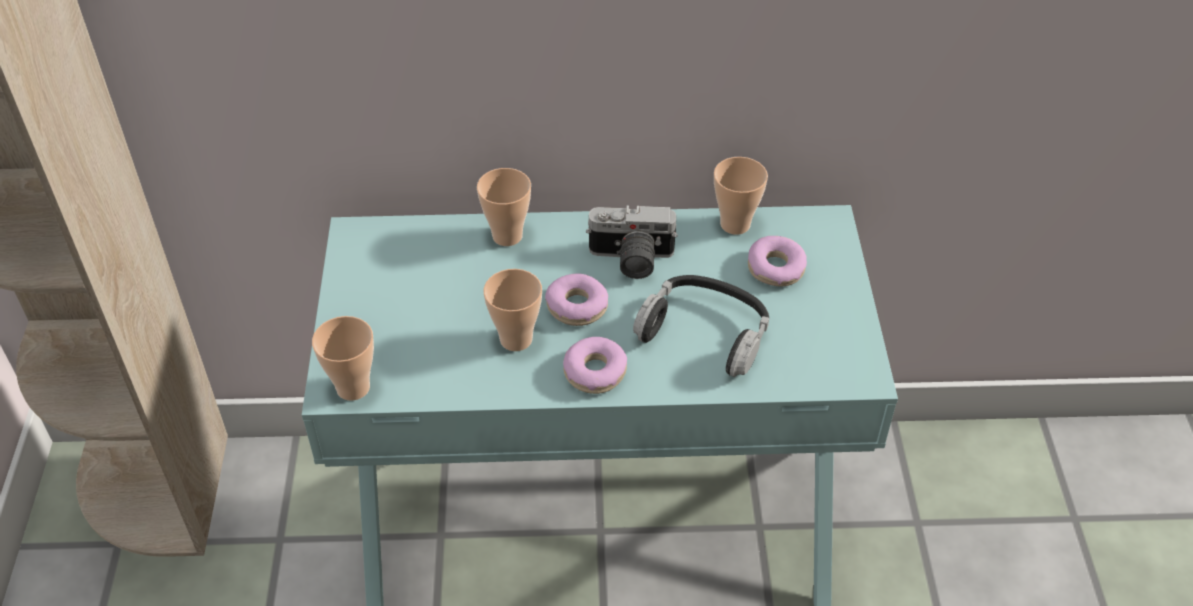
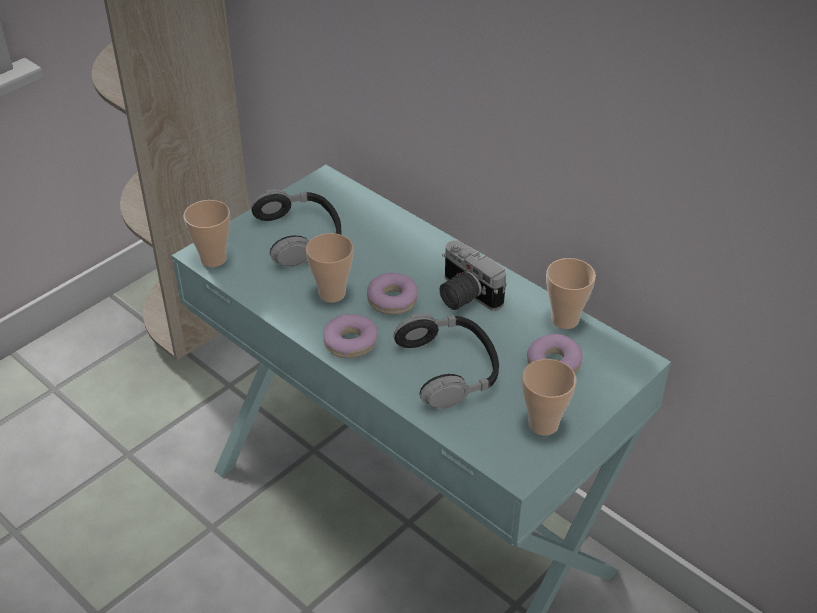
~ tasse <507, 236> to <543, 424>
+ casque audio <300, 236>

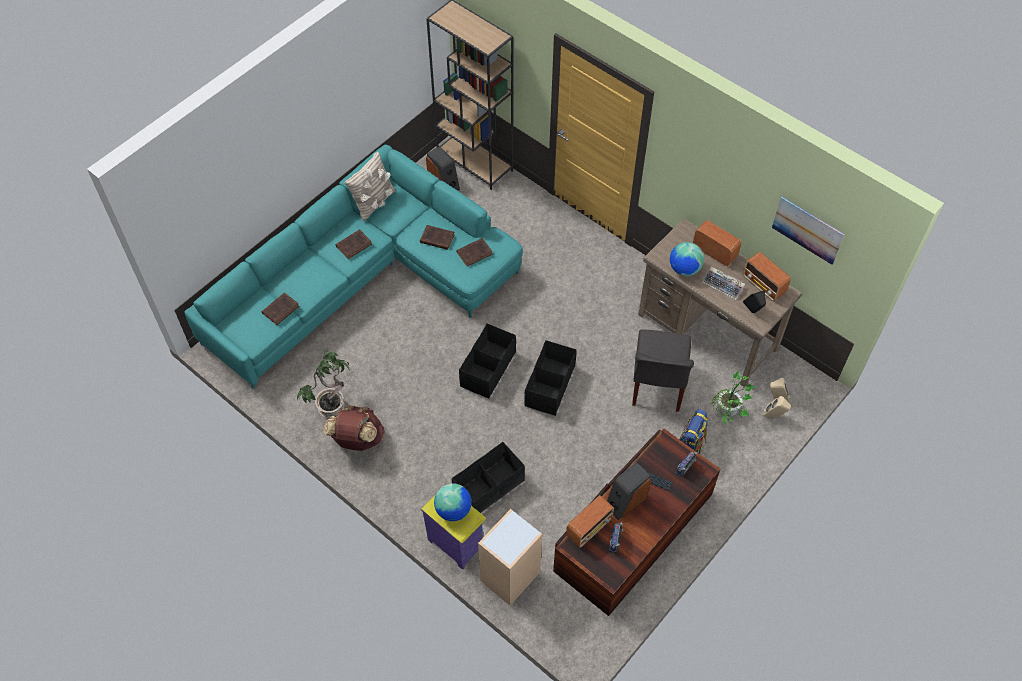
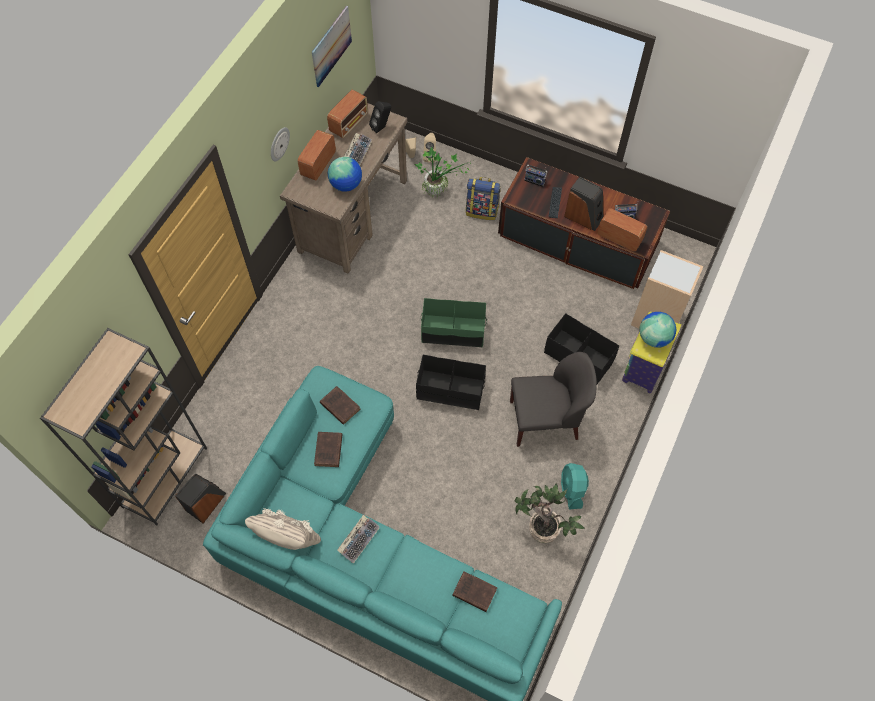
~ sac à dos [marron] <357, 440> to ventilateur [turquoise] <572, 489>
~ livre [marron] <354, 245> to clavier <359, 539>
~ boîte de rangement [noir] <549, 386> to boîte de rangement [vert] <453, 331>
~ chaise [gris] <657, 385> to <545, 420>
+ horloge murale <279, 143>

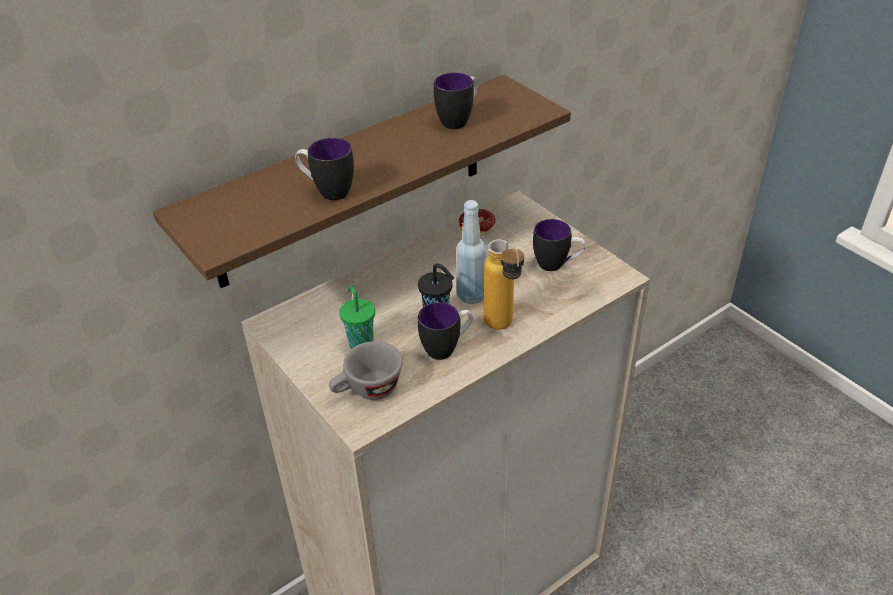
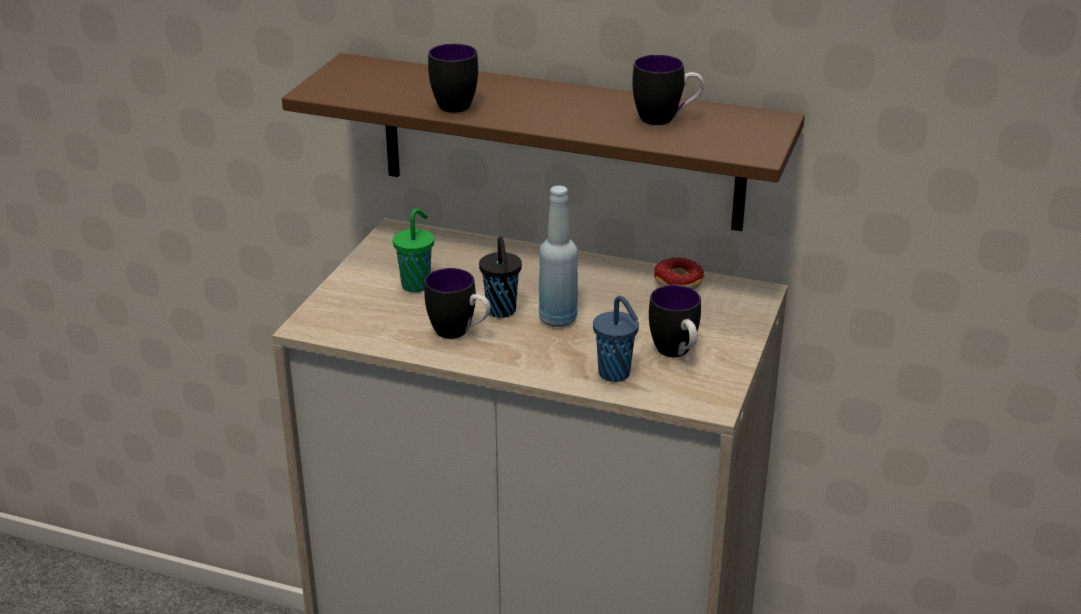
- tasse [gris] <367, 391>
- bouteille <503, 329>
+ tasse [bleu] <616, 374>

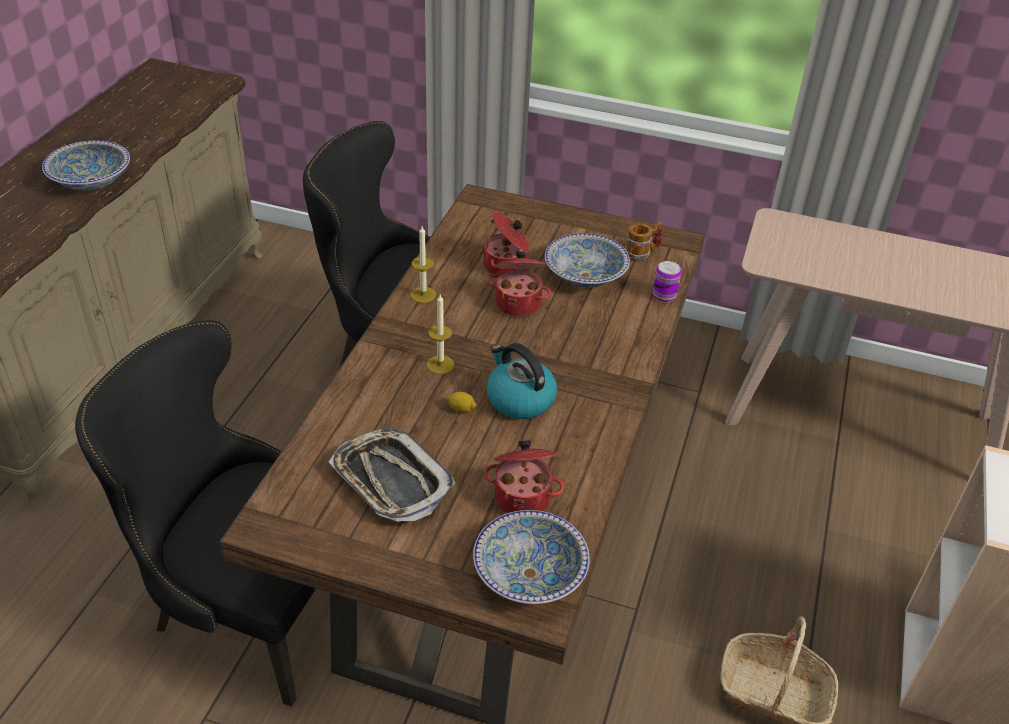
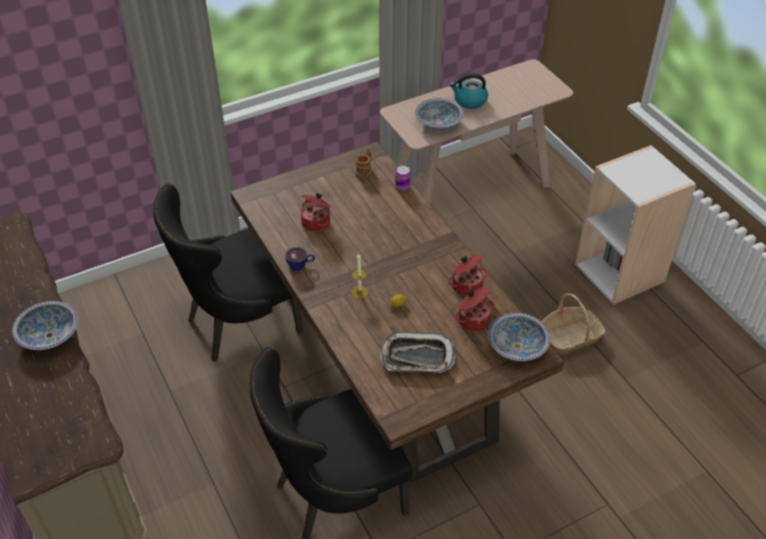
~ bougie <423, 295> to tasse <301, 265>
~ marmite <518, 302> to <466, 285>
~ bouilloire <519, 399> to <469, 101>
~ bol <585, 276> to <438, 123>

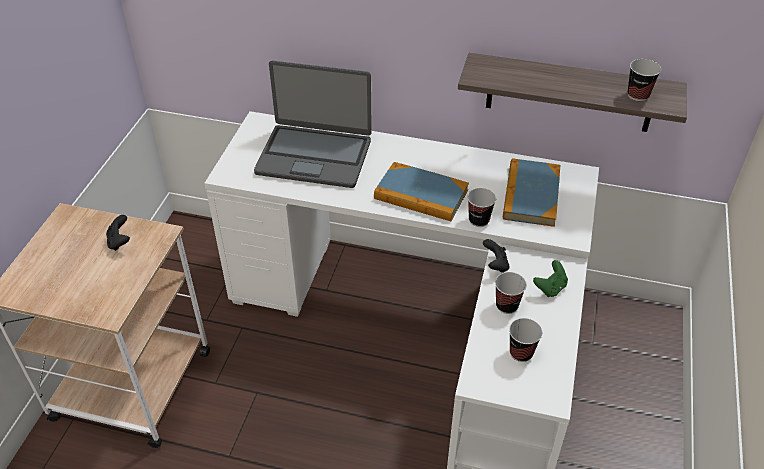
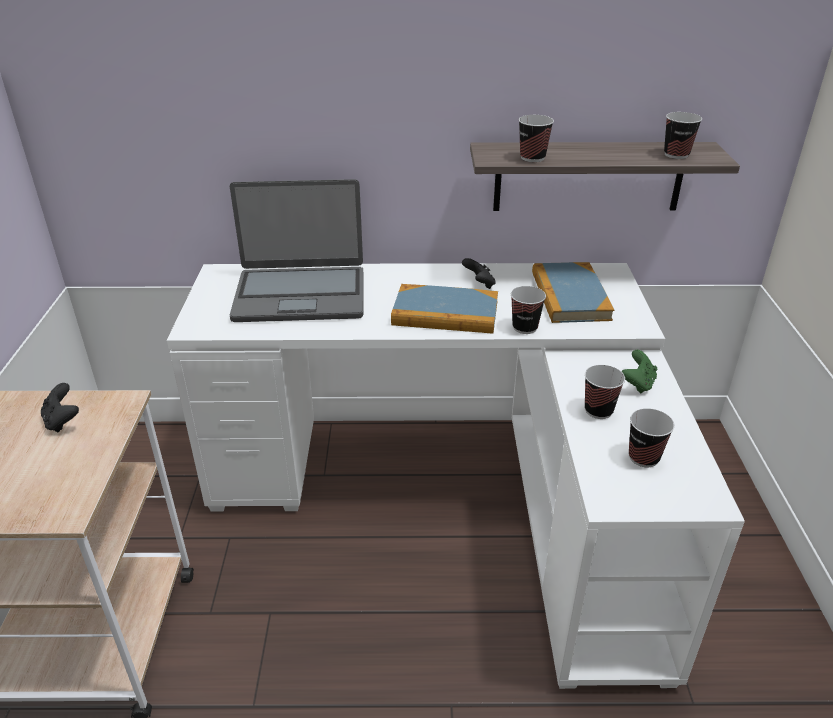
~ manette [noir] <495, 265> to <479, 284>
+ tasse <532, 158>

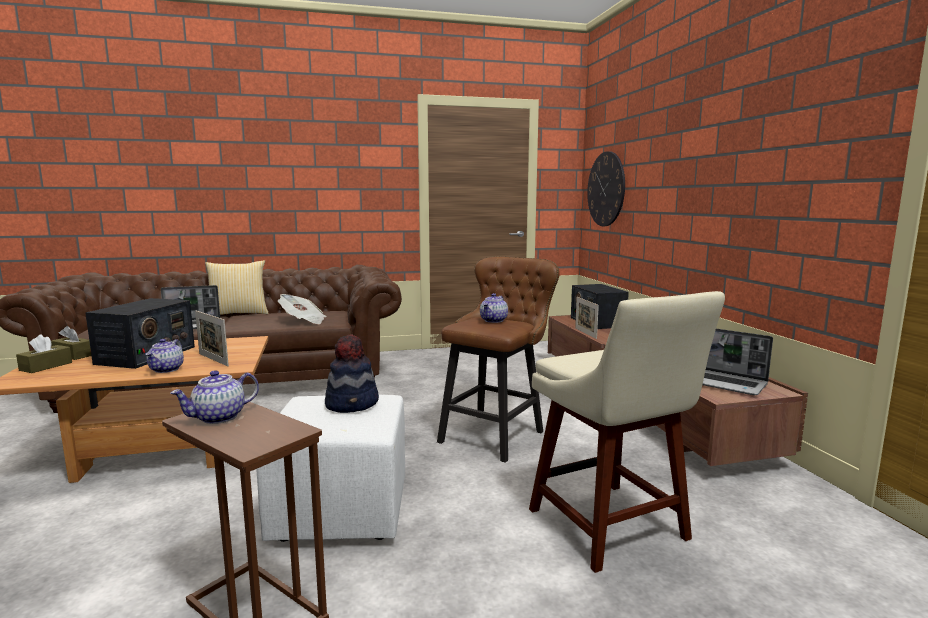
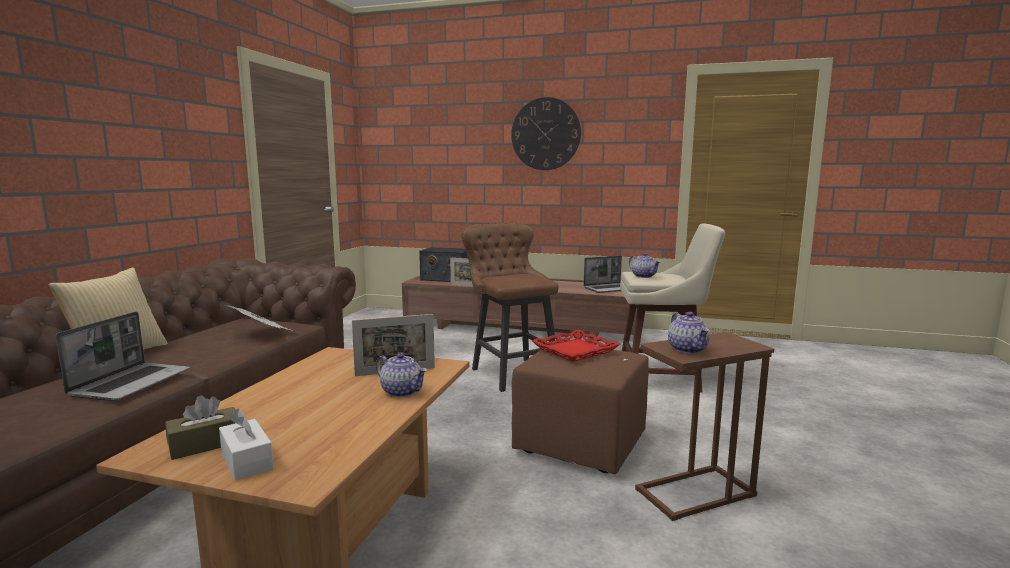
~ boîte à mouchoirs [marron] <46, 366> to boîte à mouchoirs [blanc] <247, 461>
- radio <146, 355>
~ pouf [blanc] <342, 512> to pouf [marron] <582, 444>
~ chapeau <353, 404> to plateau [rouge] <575, 350>
~ théière <494, 320> to <644, 276>
~ horloge murale <606, 189> to <545, 134>

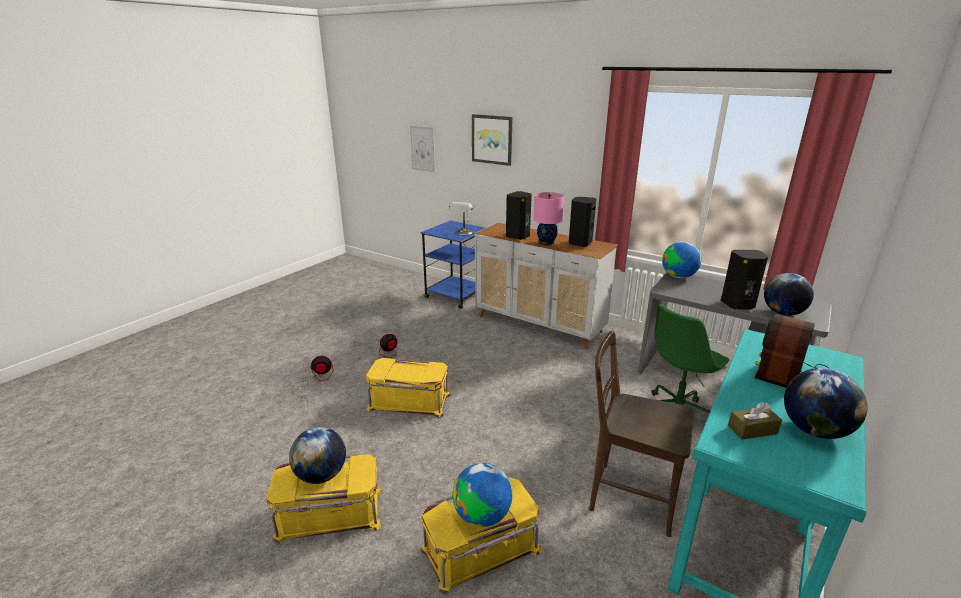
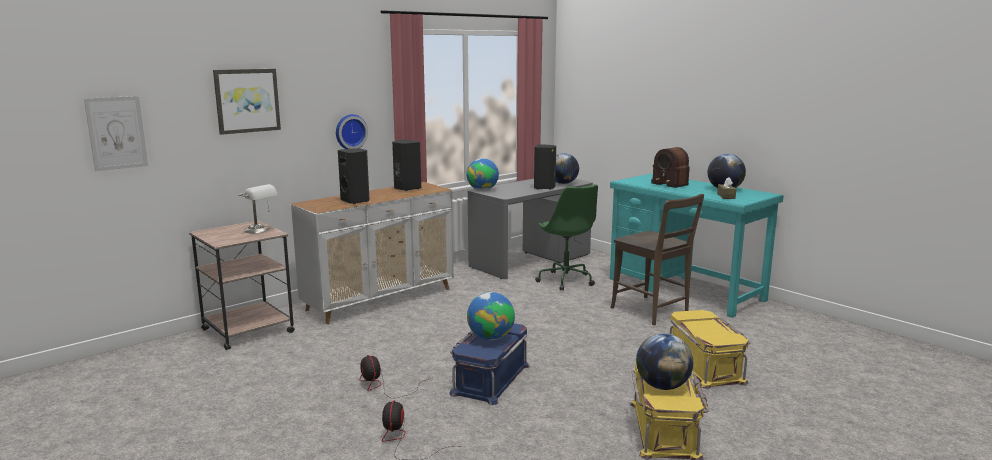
~ boîte de rangement [jaune] <410, 401> to boîte de rangement [bleu] <489, 379>
~ chariot [bleu] <457, 295> to chariot [marron] <249, 330>
~ globe <482, 516> to <491, 338>
- lampe de table [rose] <546, 242>
~ chaise [marron] <628, 495> = <652, 312> 75 degrees counterclockwise
+ horloge murale <350, 132>

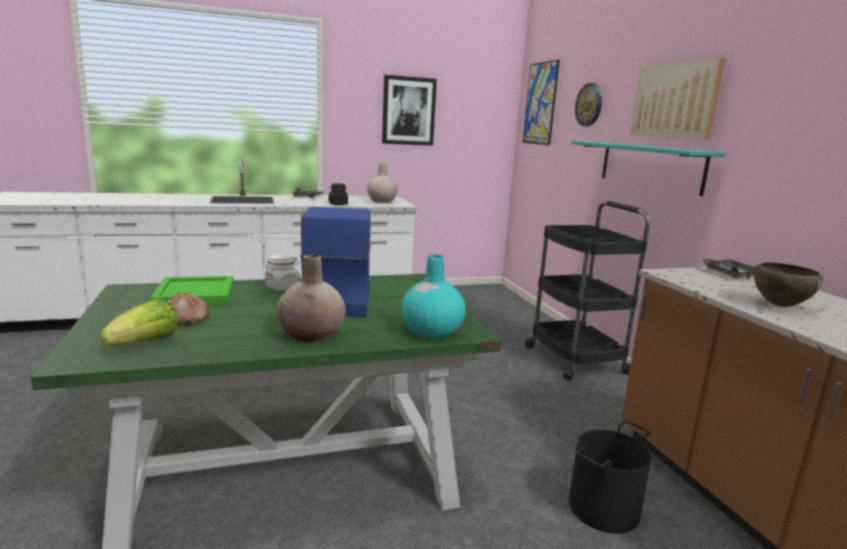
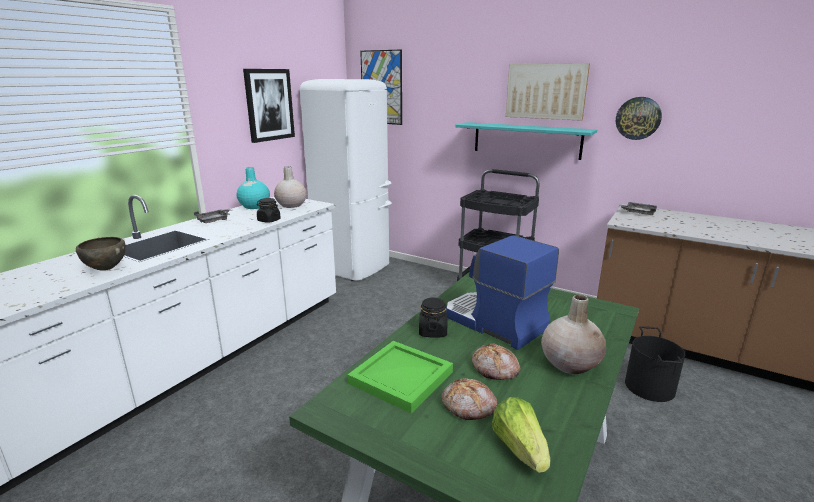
~ bocal [blanc] <282, 287> to bocal [noir] <433, 331>
~ vase [turquoise] <431, 332> to <254, 206>
~ horloge murale <589, 105> to <638, 118>
~ bol [marron] <779, 305> to <106, 269>
+ réfrigérateur [blanc] <355, 267>
+ pain <495, 369>

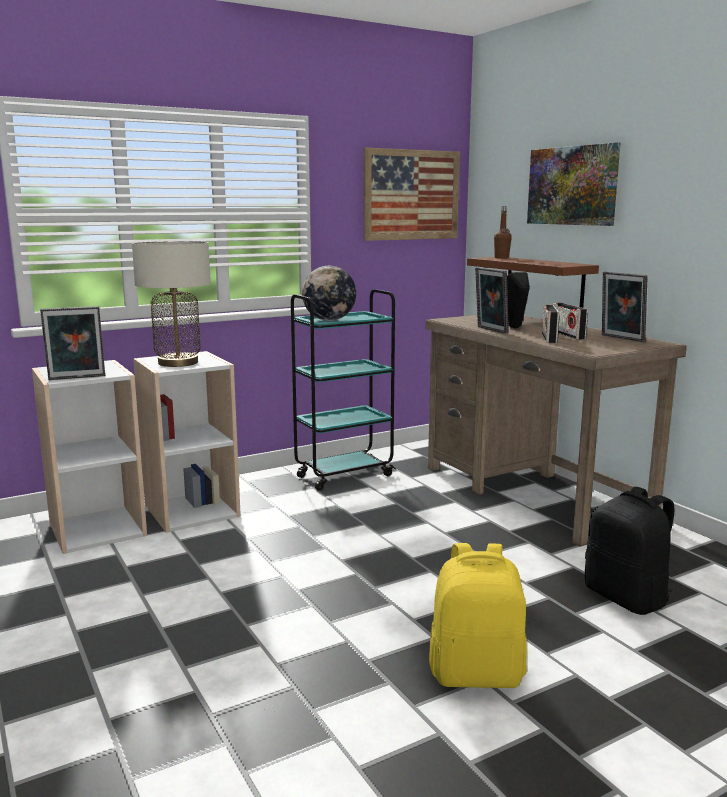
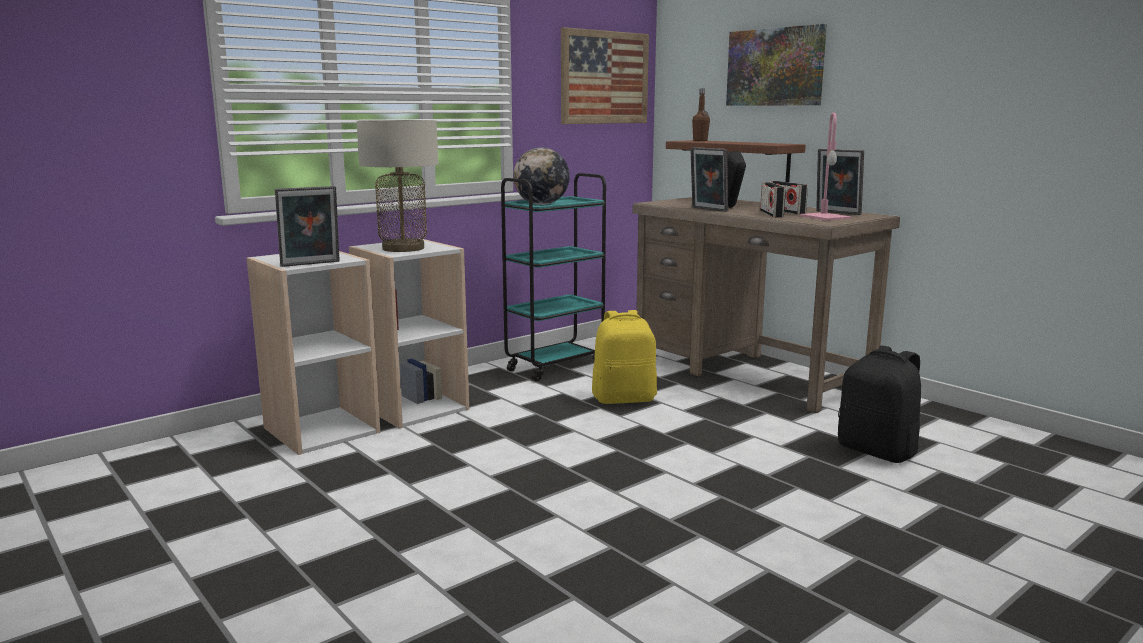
~ sac à dos [jaune] <477, 673> to <624, 398>
+ lampe de table [rose] <824, 217>

